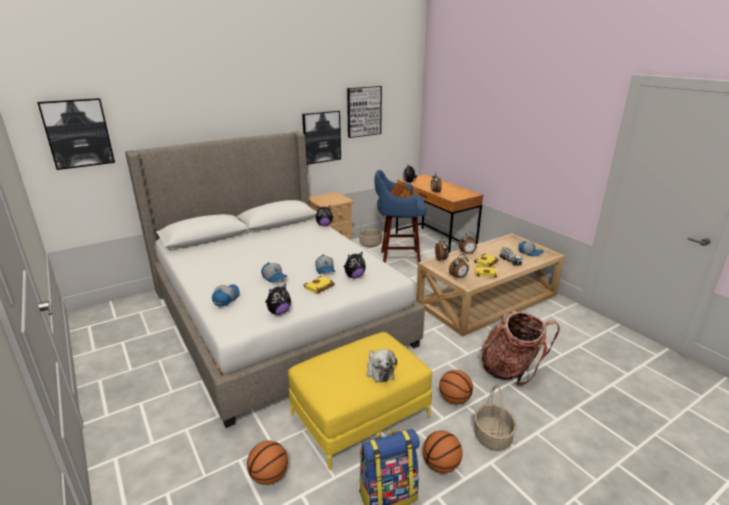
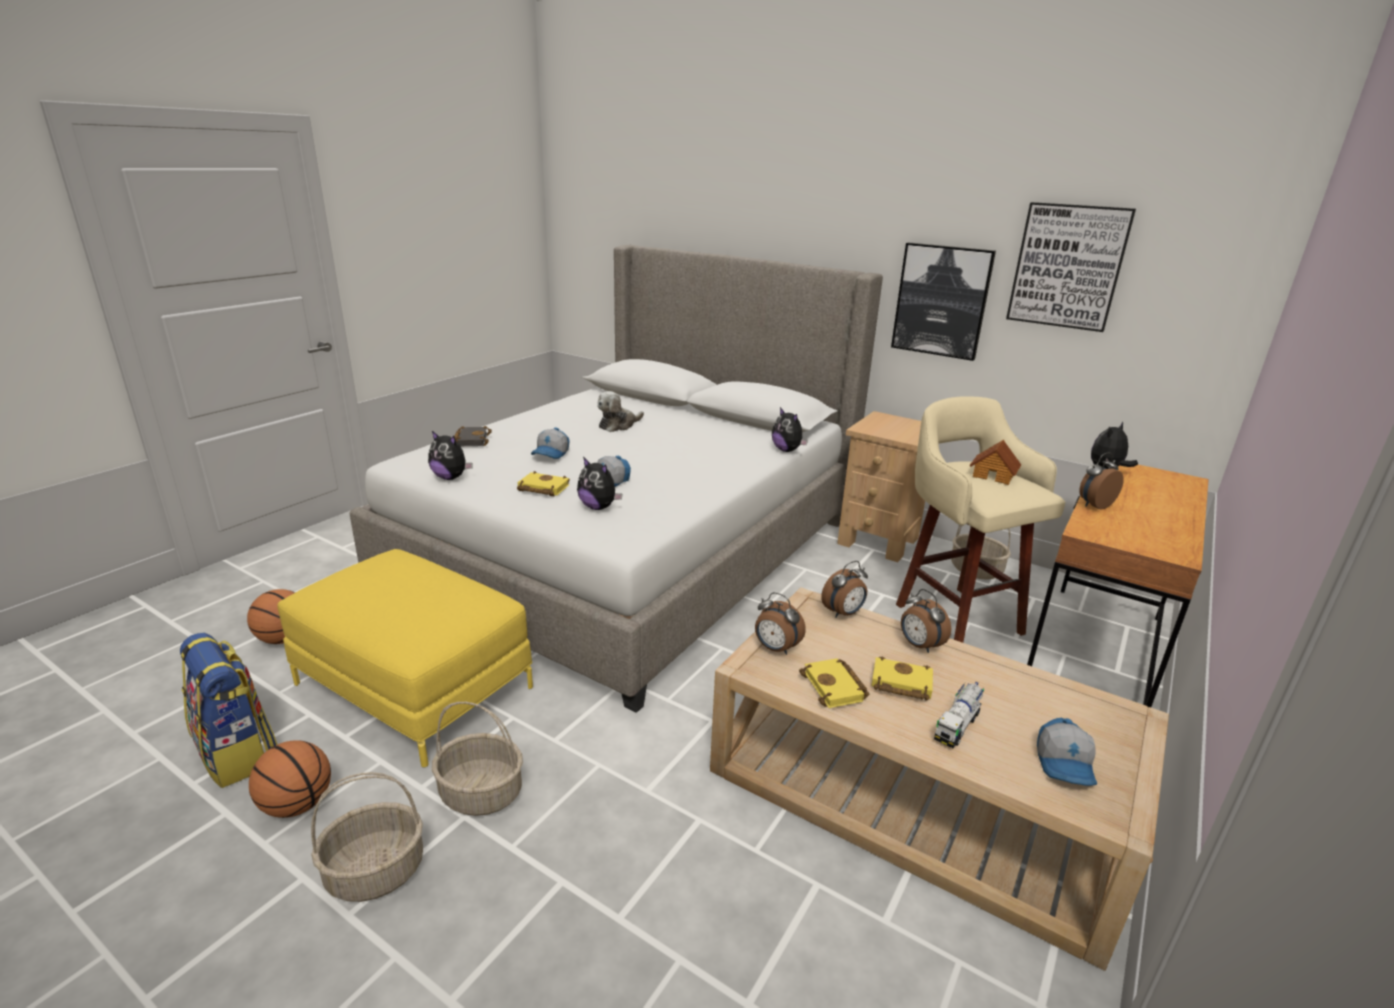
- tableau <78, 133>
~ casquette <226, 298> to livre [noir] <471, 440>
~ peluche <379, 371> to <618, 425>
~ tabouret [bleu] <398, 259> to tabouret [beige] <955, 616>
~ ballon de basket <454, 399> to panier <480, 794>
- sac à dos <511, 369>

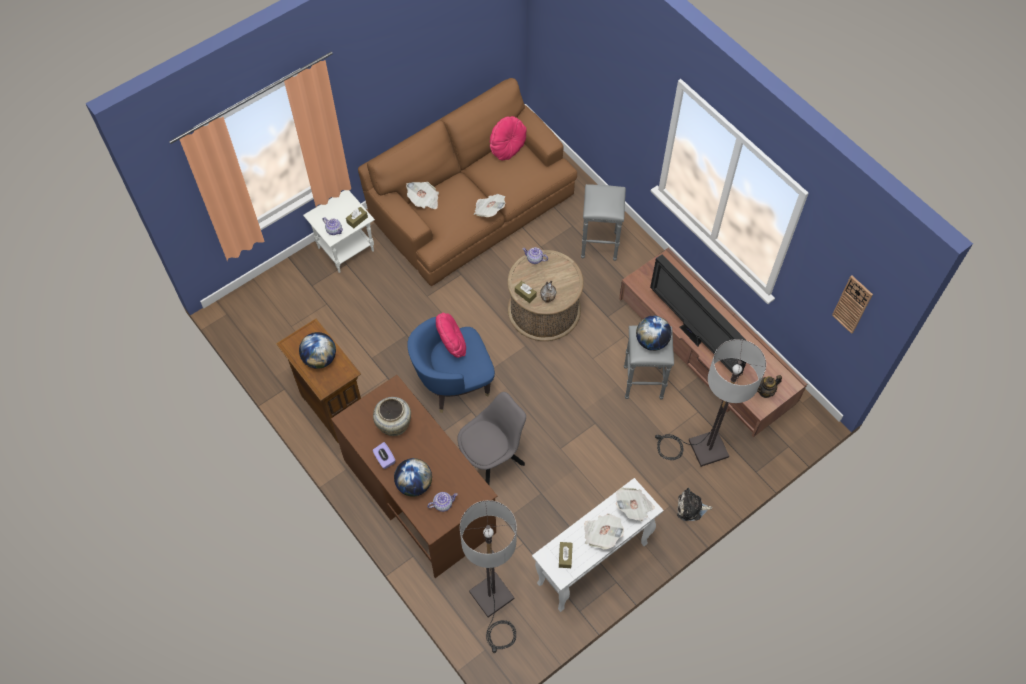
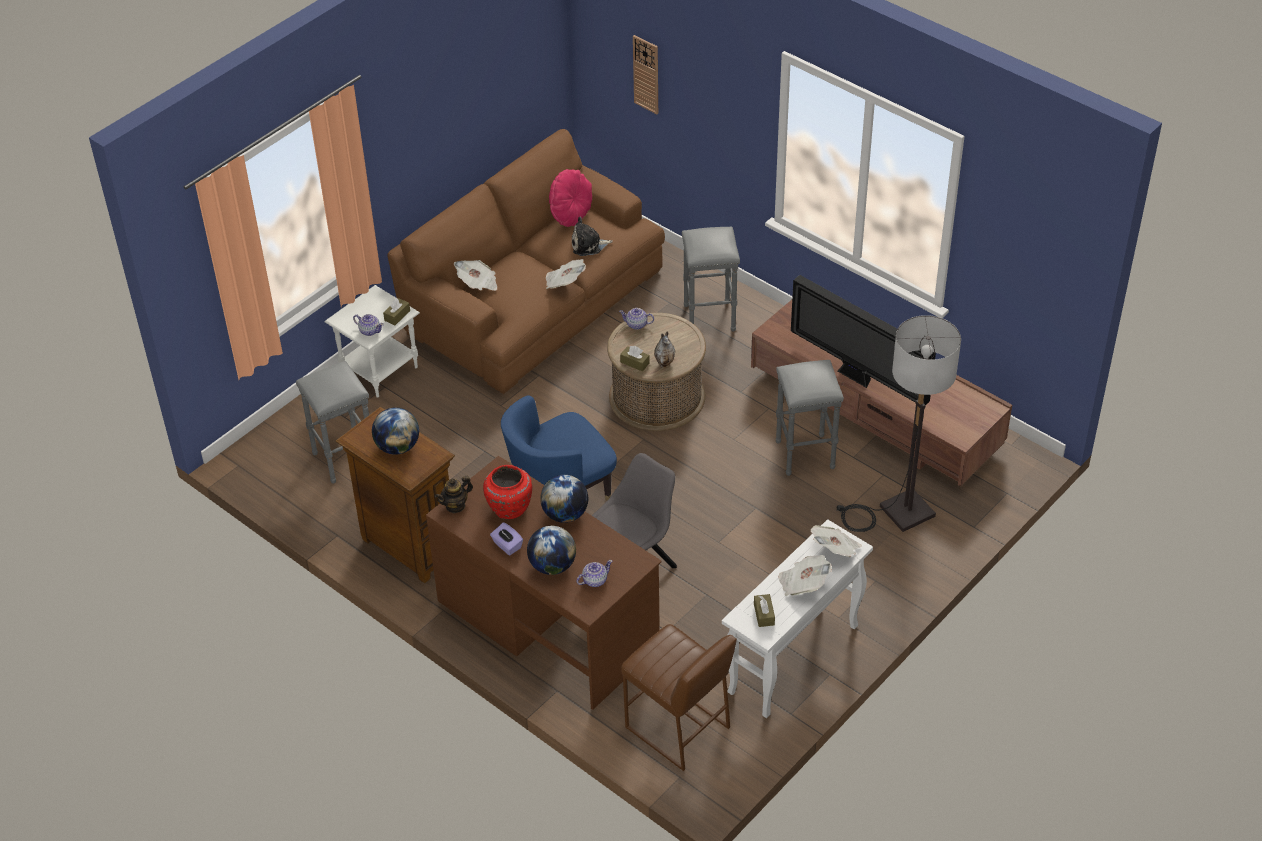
~ vase [beige] <394, 425> to vase [rouge] <510, 508>
- coussin [rose] <451, 345>
~ lampadaire <494, 607> to tabouret [marron] <678, 728>
~ globe <652, 341> to <565, 514>
~ peluche <691, 508> to <588, 245>
~ théière <765, 391> to <455, 505>
~ horloge murale <852, 304> to <646, 74>
+ tabouret [gris] <343, 459>

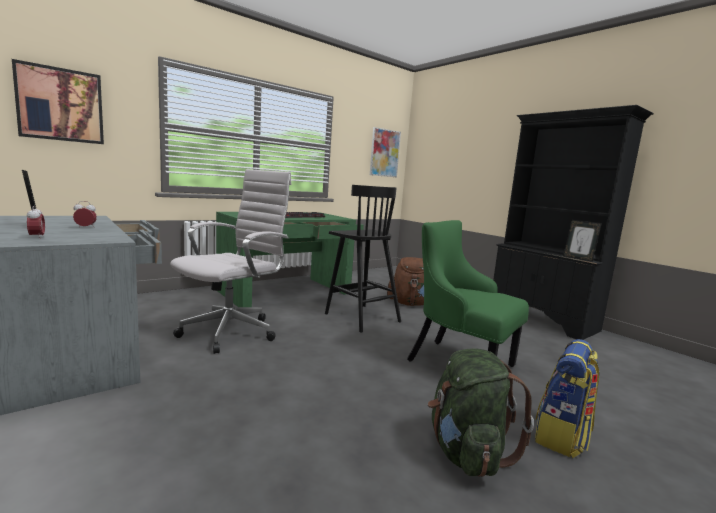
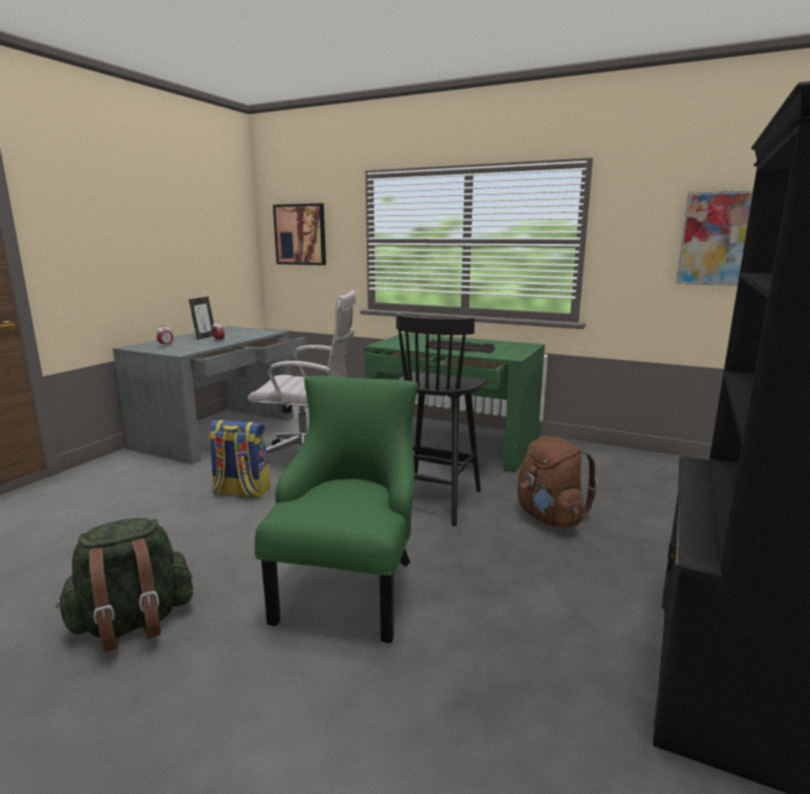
~ sac à dos <562, 437> to <241, 491>
- cadre photo <578, 258>

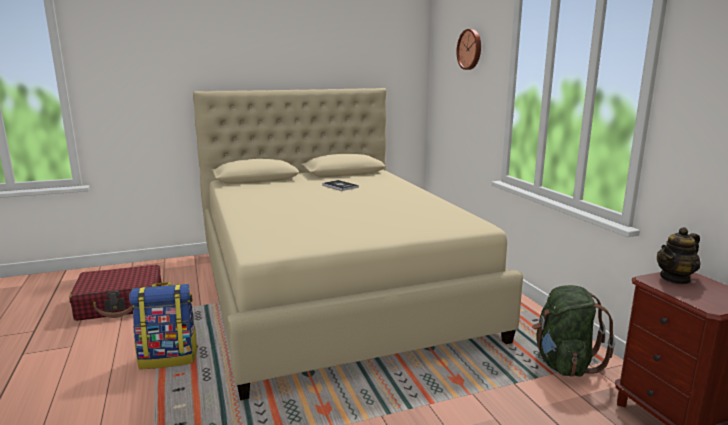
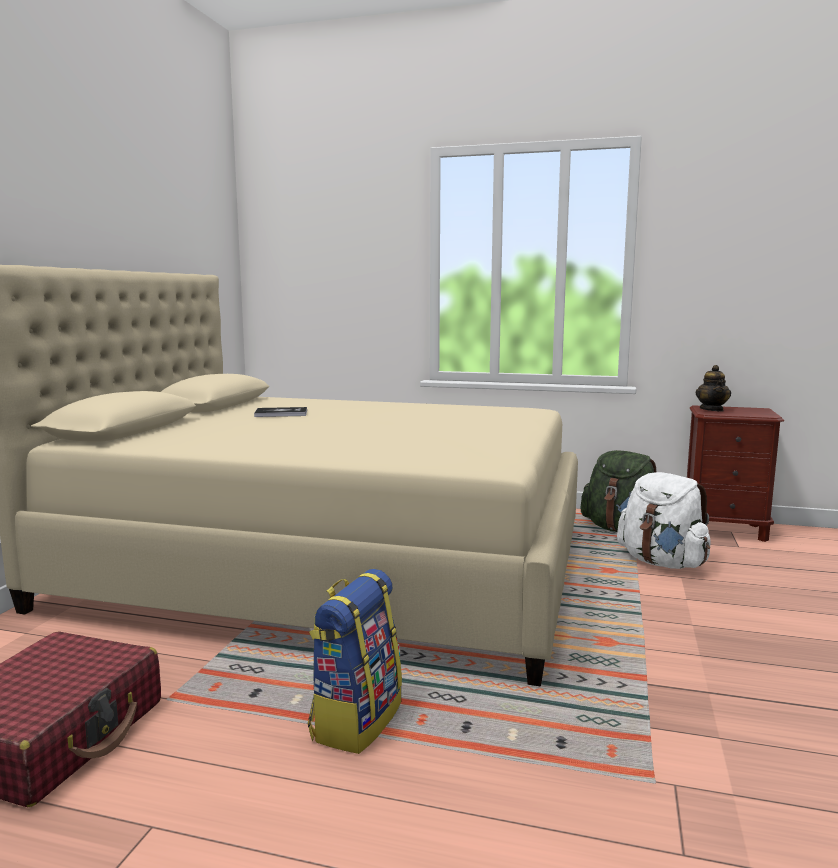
- horloge murale <470, 49>
+ sac à dos [blanc] <662, 562>

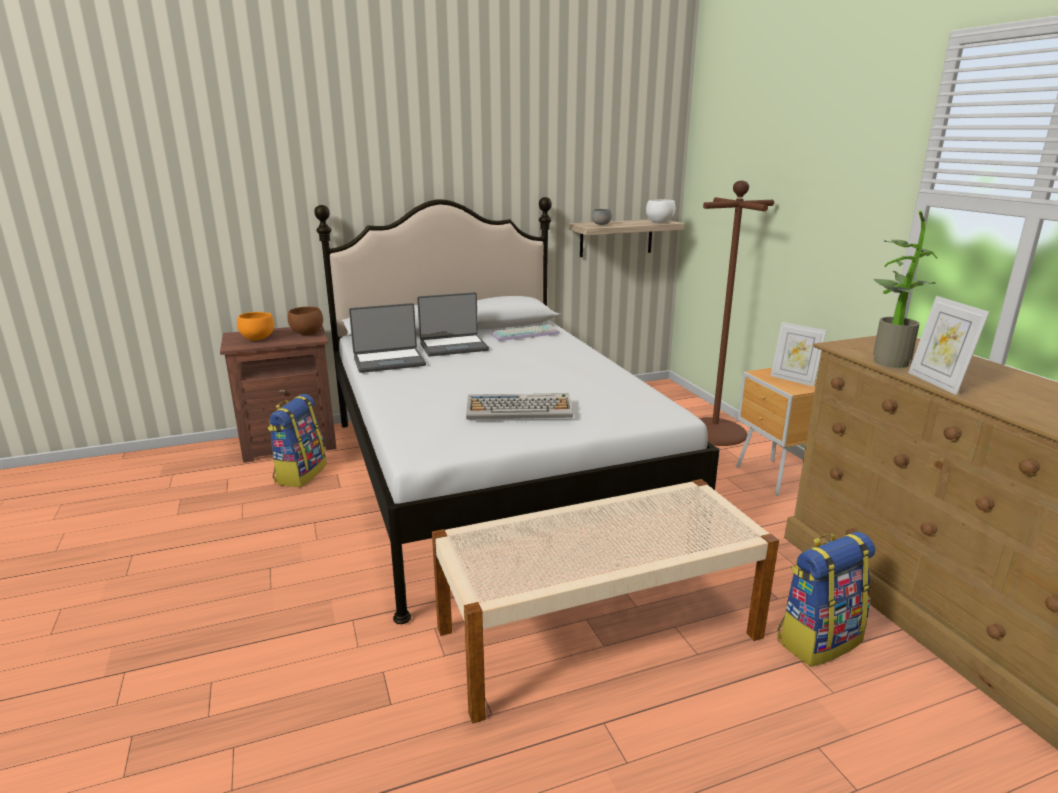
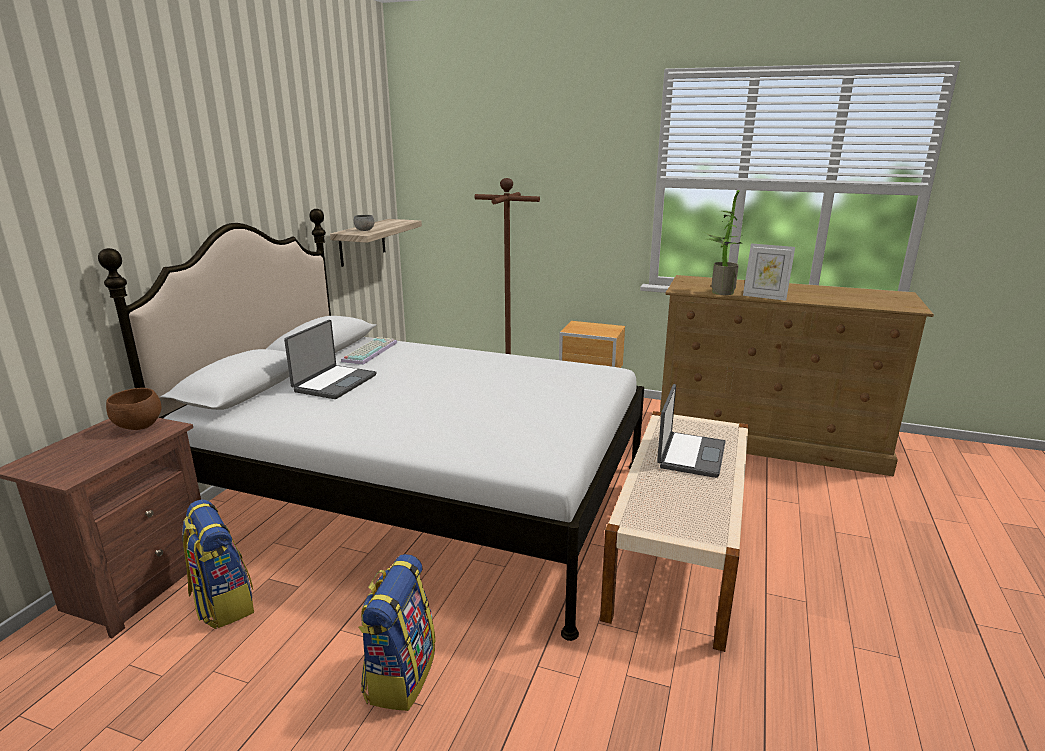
- bol [orange] <258, 339>
~ ordinateur portable <389, 361> to <689, 455>
- clavier <520, 409>
- bol [blanc] <658, 222>
- cadre photo <793, 380>
~ sac à dos <818, 640> to <400, 675>

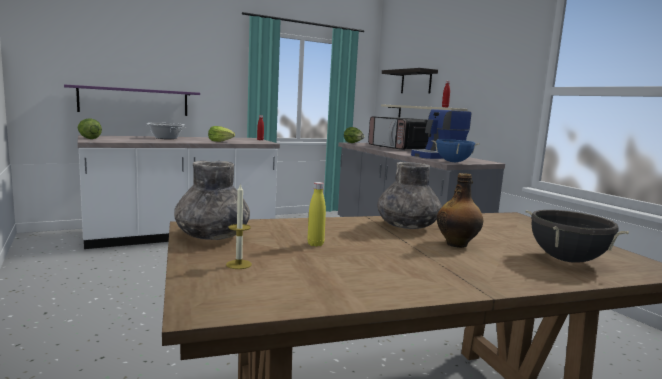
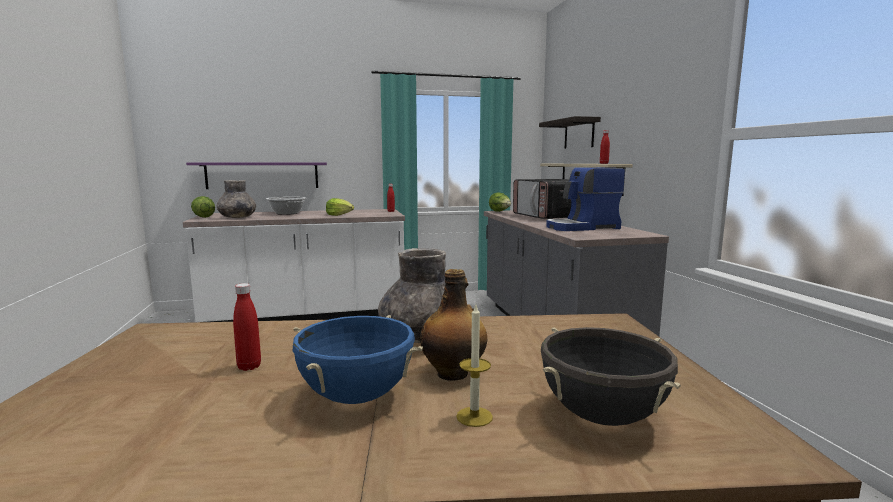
~ vase [gris] <212, 236> to <237, 217>
~ bougie <238, 264> to <474, 416>
~ bouteille [jaune] <315, 244> to bouteille [rouge] <249, 366>
~ marmite [bleu] <453, 162> to <356, 397>

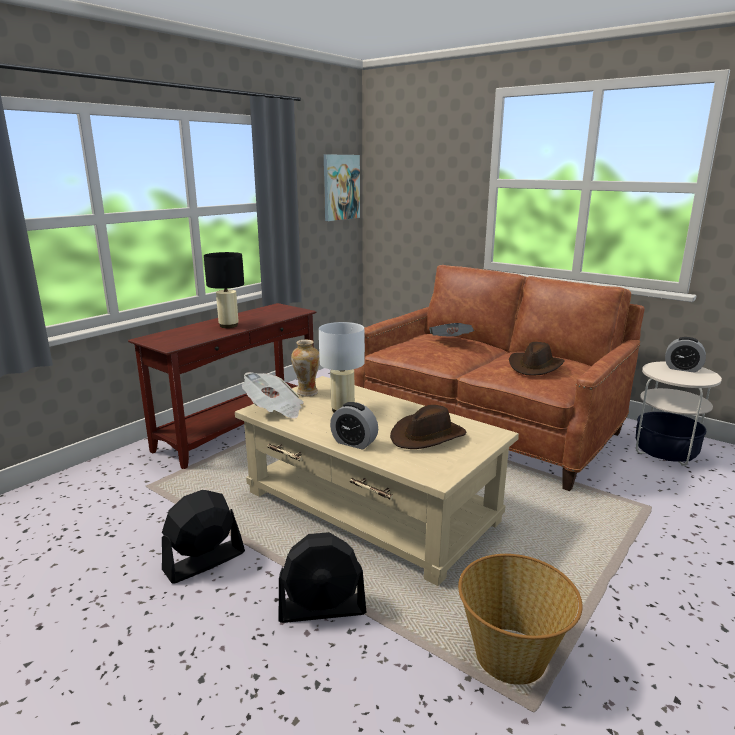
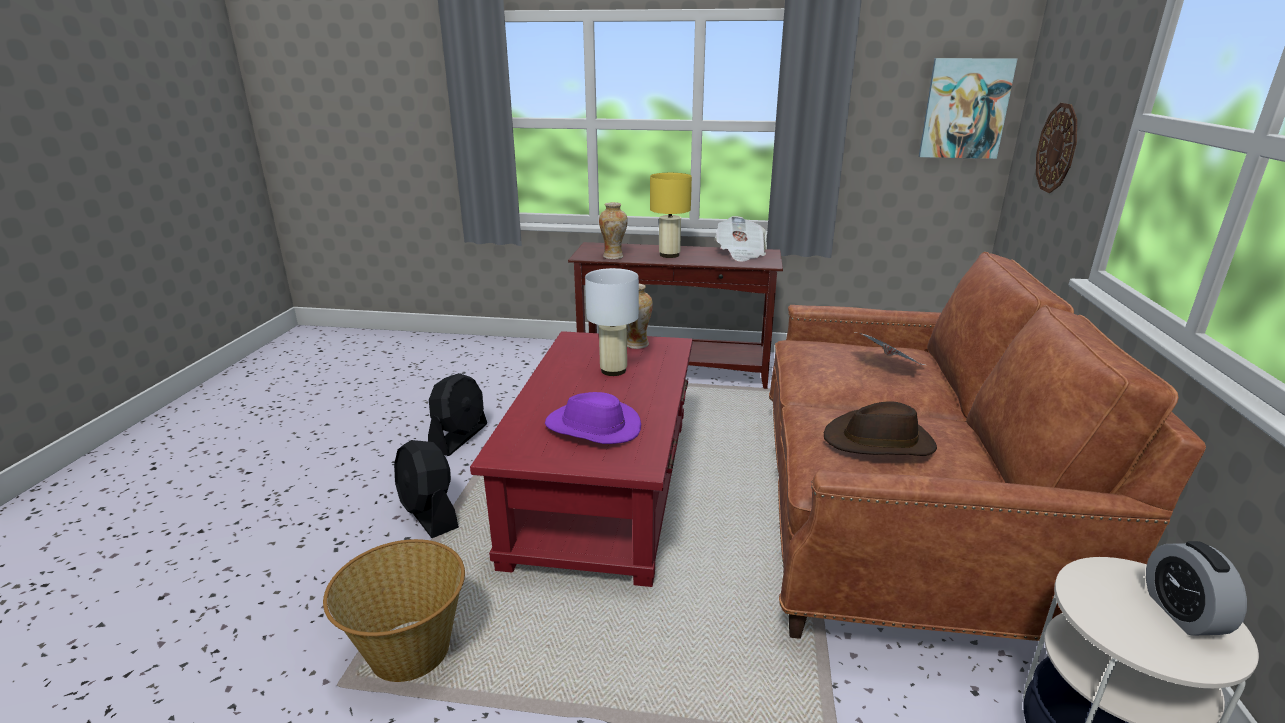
~ ventilateur [noir] <204, 561> = <459, 437> 90 degrees clockwise
~ lampe de table [noir] <228, 325> to lampe de table [jaune] <669, 255>
~ table basse [beige] <370, 507> to table basse [rouge] <602, 488>
~ journal <274, 410> to <740, 253>
- réveil <354, 443>
~ chapeau [marron] <427, 436> to chapeau [violet] <593, 428>
+ vase <613, 257>
+ horloge murale <1057, 148>

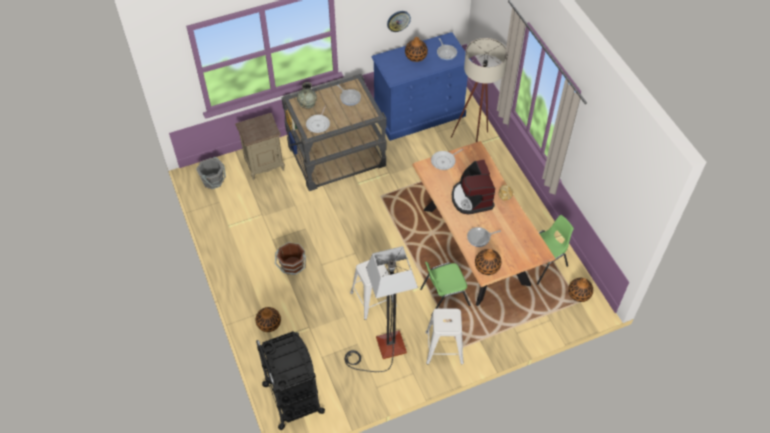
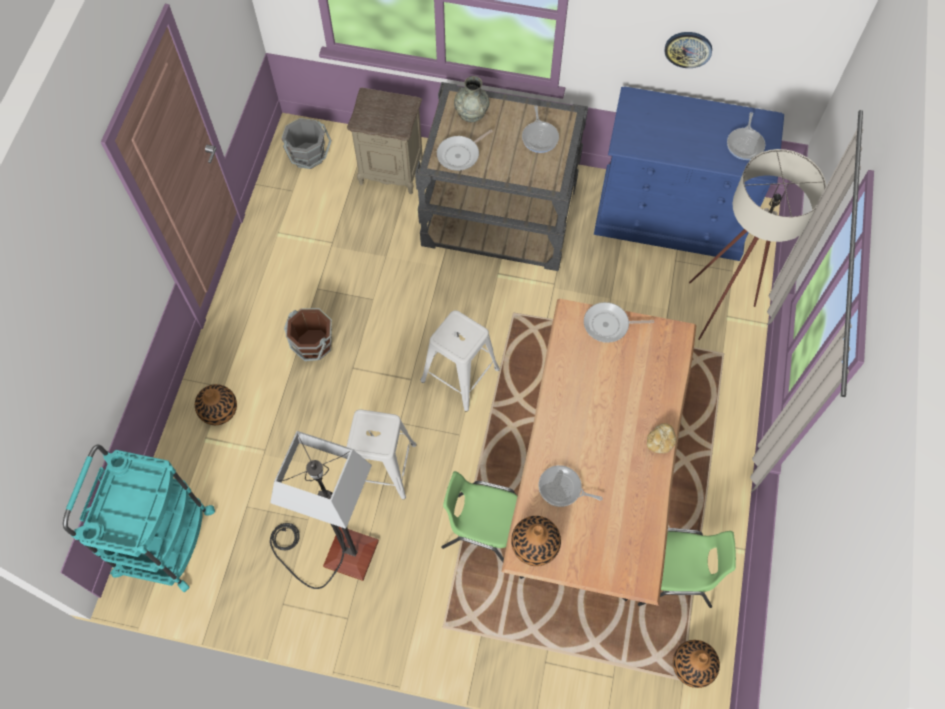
~ chariot [noir] <294, 398> to chariot [turquoise] <166, 542>
- vase <416, 56>
~ tabouret [blanc] <444, 347> to <460, 375>
- machine à café <471, 198>

